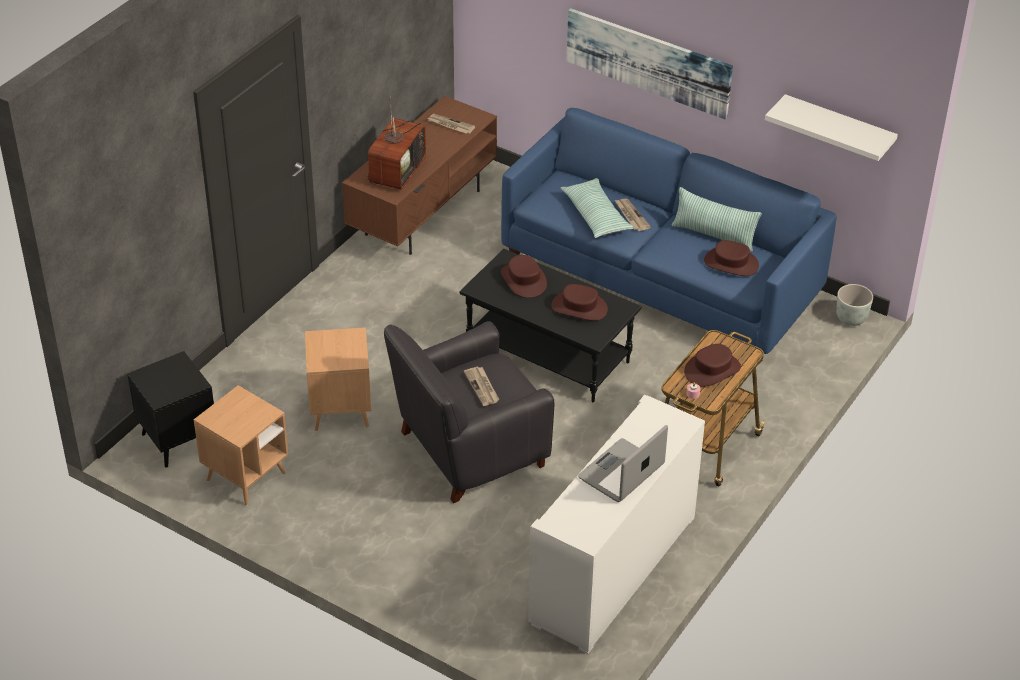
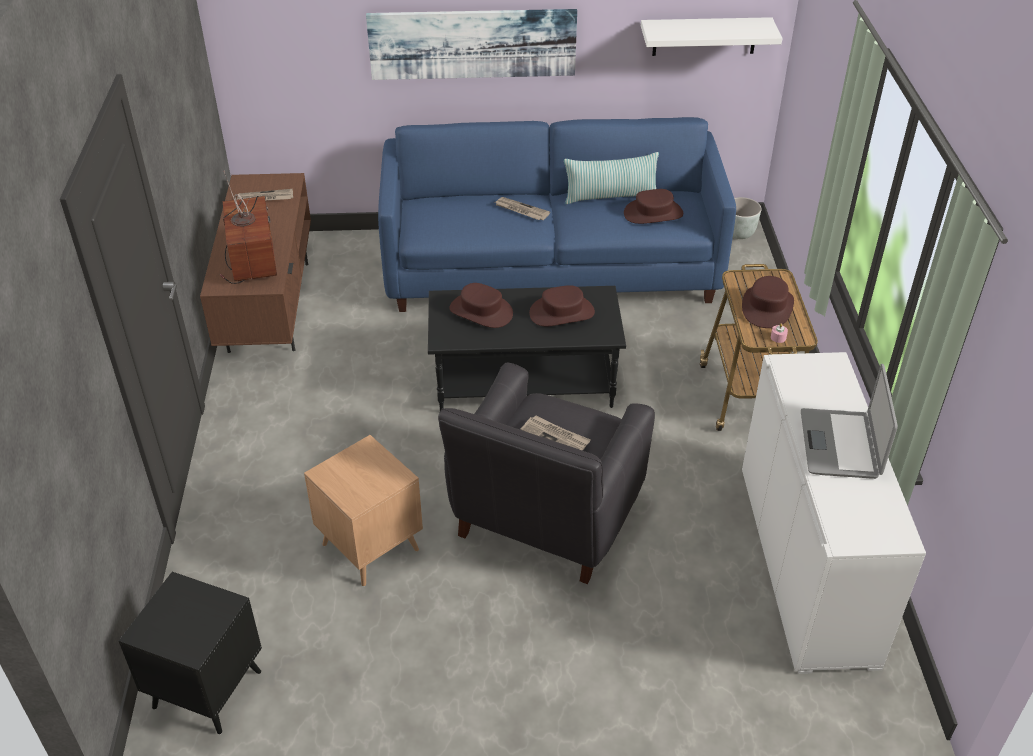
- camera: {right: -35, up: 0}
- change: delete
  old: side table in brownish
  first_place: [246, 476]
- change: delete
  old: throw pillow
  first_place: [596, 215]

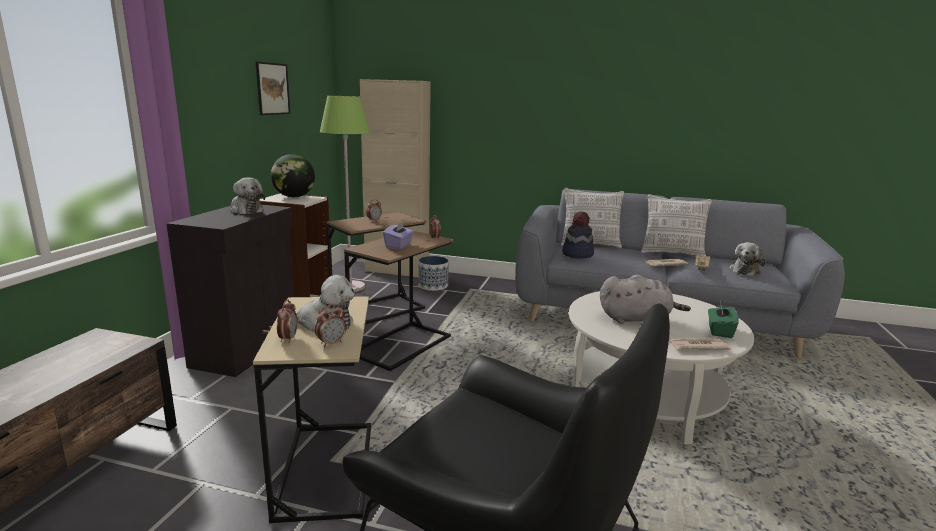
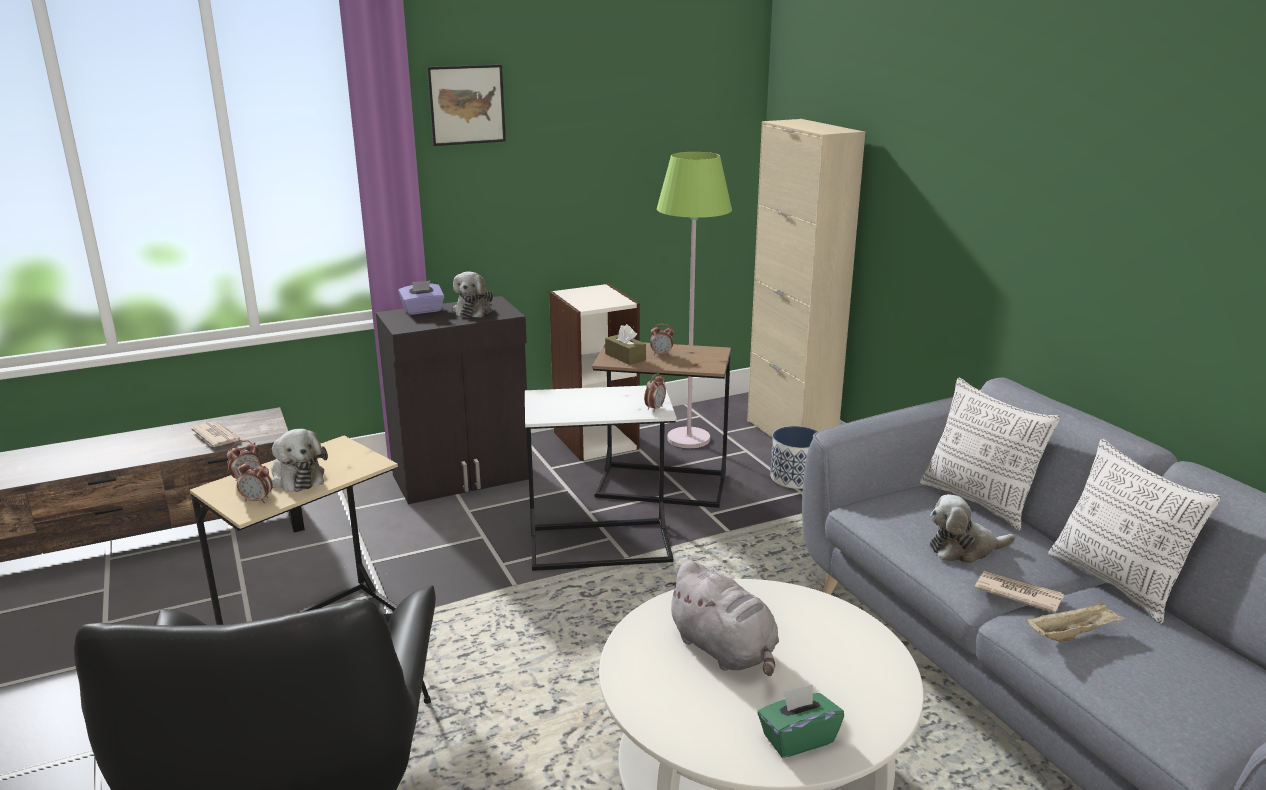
- camera: {right: 50, up: 5}
- change: move
  old: picture
  first_place: [272, 89]
  second_place: [466, 105]
- change: delete
  old: world globe
  first_place: [294, 197]
- change: recolor
  old: side table in brownish
  new: side table in white
  first_place: [401, 345]
  second_place: [600, 545]
- change: move
  old: tissue box in purple-coloured
  first_place: [399, 246]
  second_place: [423, 310]
- change: delete
  old: clothing hat
  first_place: [577, 254]
- change: move
  old: printed paper
  first_place: [696, 346]
  second_place: [217, 436]
- change: move
  old: plush toy
  first_place: [745, 270]
  second_place: [964, 549]
- change: insert
  new: tissue box in brownish
  second_place: [625, 357]

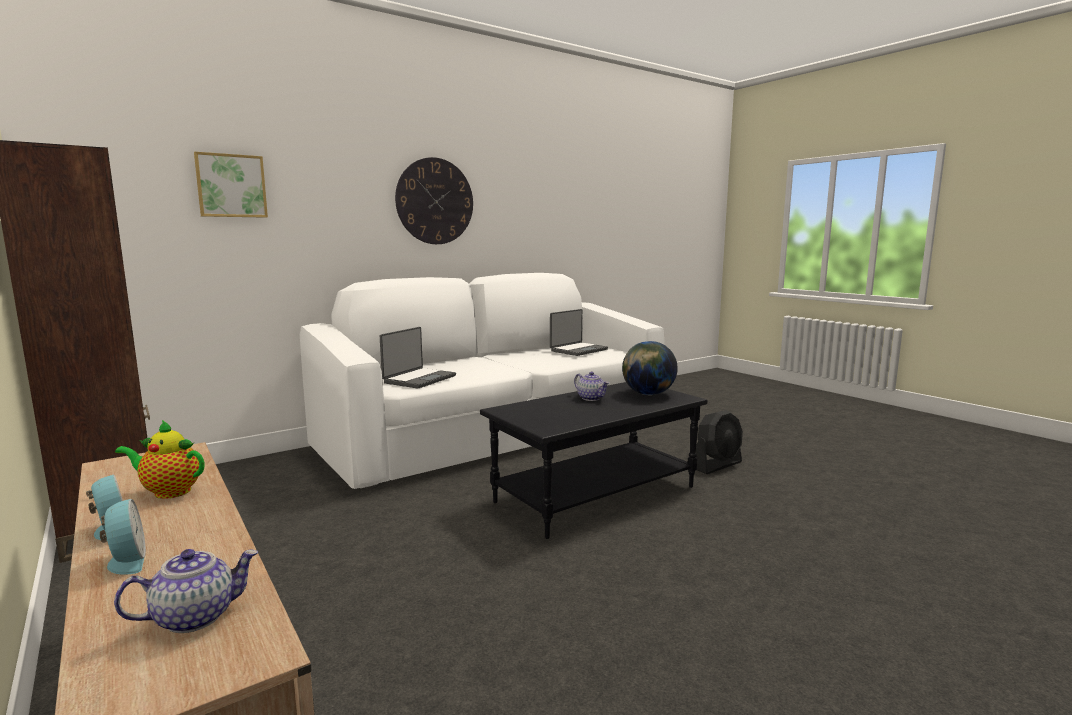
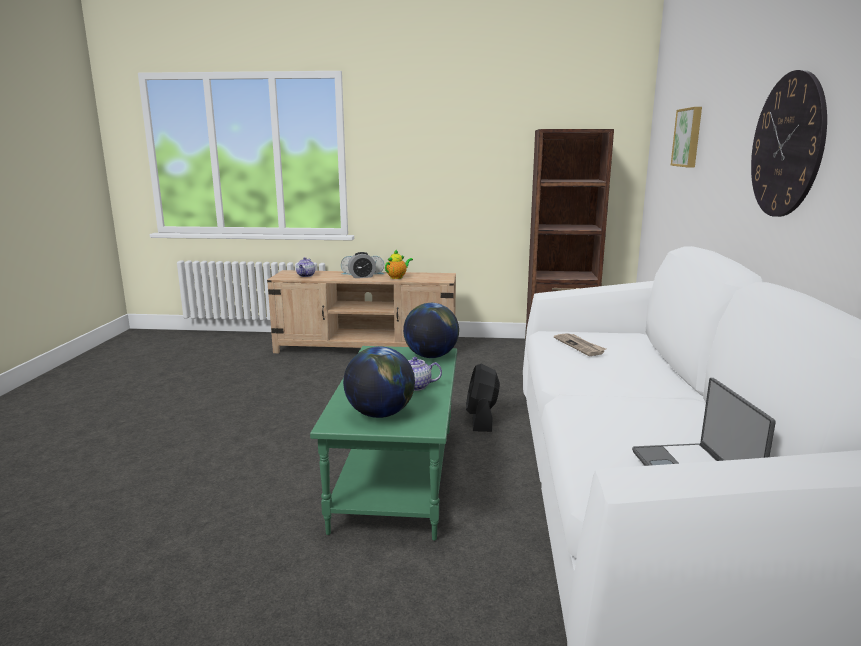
- camera: {right: 130, up: 5}
- change: replace
  old: laptop
  new: printed paper
  first_place: [418, 379]
  second_place: [580, 346]
- change: recolor
  old: coffee table in black-coloured
  new: coffee table in greenish
  first_place: [595, 493]
  second_place: [398, 476]
- change: move
  old: fan in black-coloured
  first_place: [716, 465]
  second_place: [481, 419]
- change: insert
  new: alarm clock
  second_place: [362, 276]
- change: insert
  new: world globe
  second_place: [431, 356]

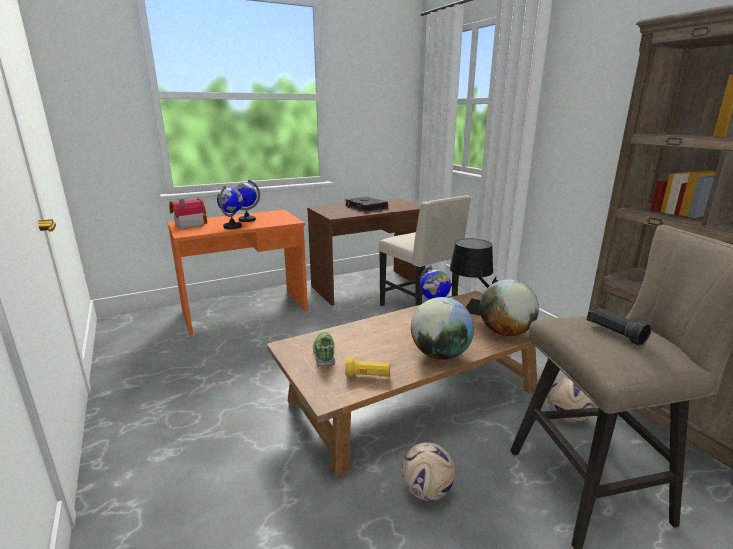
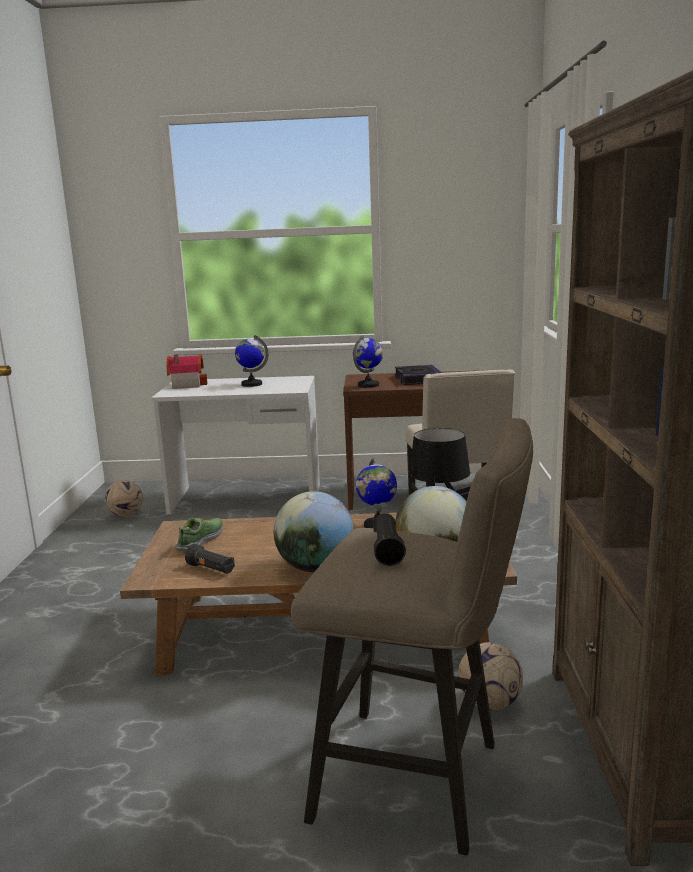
- camera: {right: 30, up: -5}
- change: recolor
  old: desk table in orangey
  new: desk table in white
  first_place: [245, 311]
  second_place: [246, 499]
- change: move
  old: world globe
  first_place: [233, 226]
  second_place: [368, 385]
- change: recolor
  old: flashlight in yellow-coloured
  new: flashlight in black-coloured
  first_place: [368, 376]
  second_place: [211, 569]
- change: move
  old: ball for football
  first_place: [426, 491]
  second_place: [125, 515]

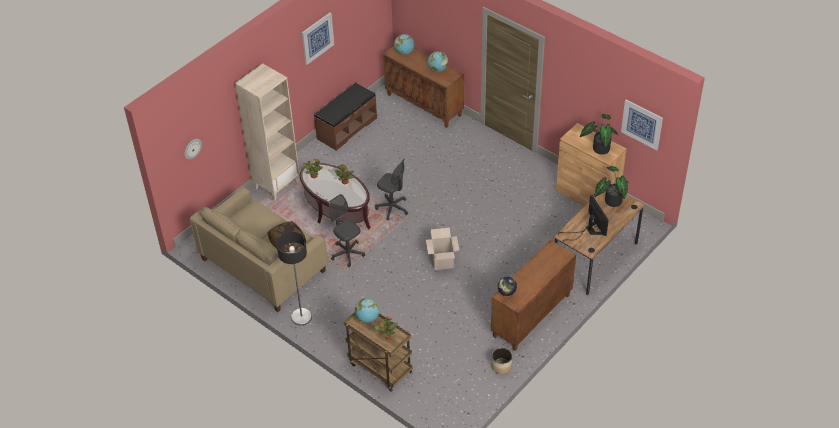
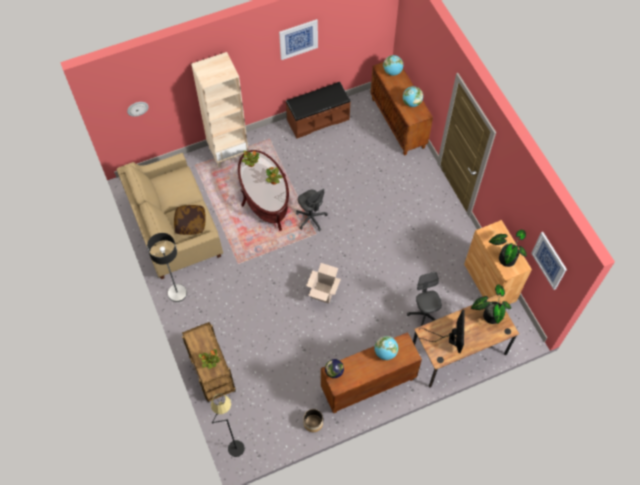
- camera: {right: 25, up: 15}
- change: move
  old: computer chair in greyish
  first_place: [347, 254]
  second_place: [424, 314]
- change: move
  old: world globe
  first_place: [367, 318]
  second_place: [385, 352]
- change: insert
  new: standard lamp in black-coloured
  second_place: [232, 441]

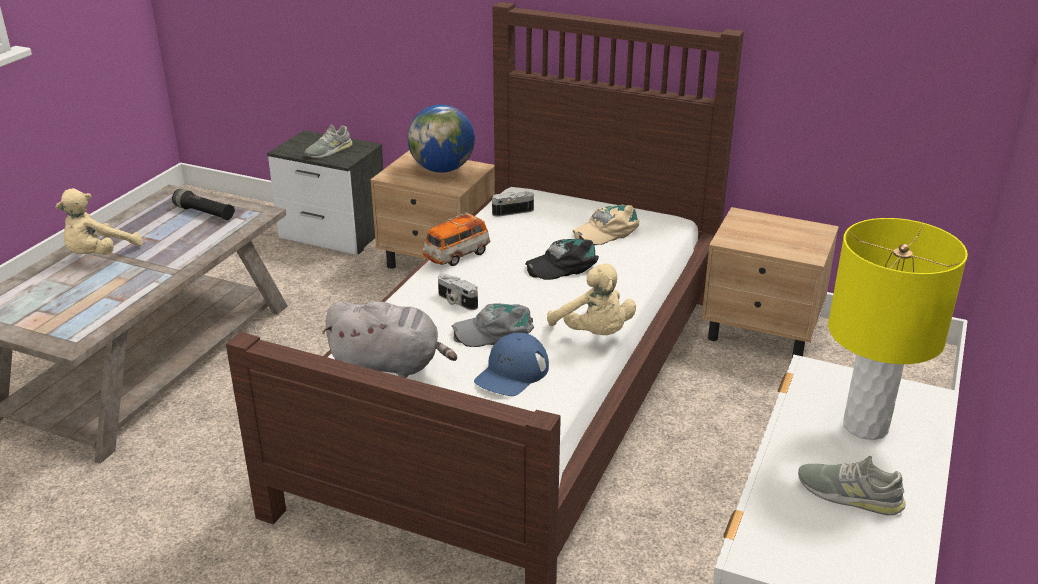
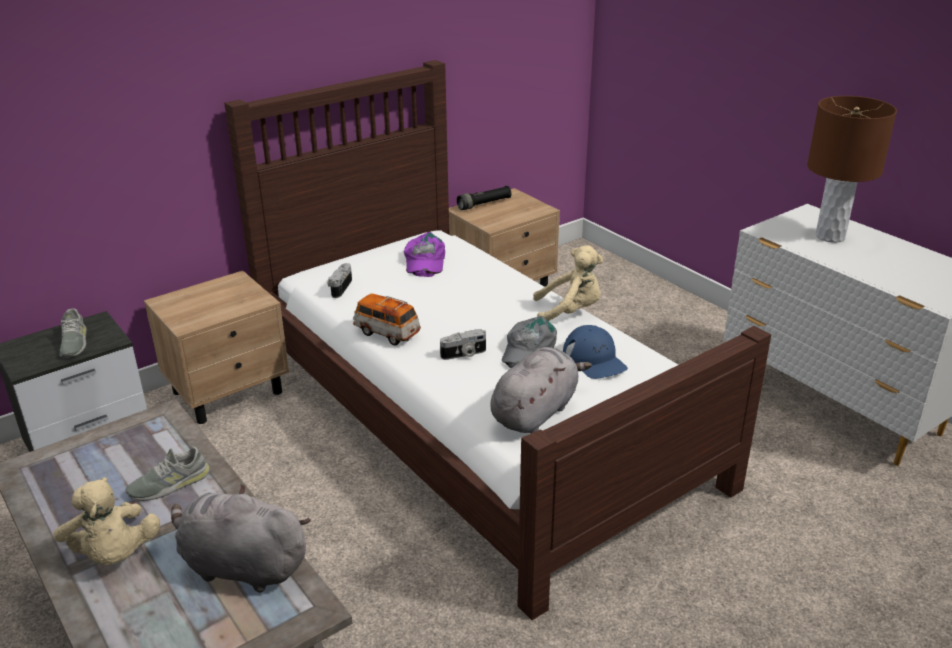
- camera: {right: -60, up: 0}
- change: move
  old: flashlight in black-coloured
  first_place: [204, 213]
  second_place: [484, 204]
- change: delete
  old: world globe
  first_place: [442, 169]
- change: rotate
  old: toy car
  first_place: [457, 255]
  second_place: [387, 333]
  degrees: 135
- change: delete
  old: baseball cap in black-coloured
  first_place: [563, 265]
- change: recolor
  old: baseball cap in sand-coloured
  new: baseball cap in purple-coloured
  first_place: [606, 231]
  second_place: [424, 261]
- change: move
  old: shoe in greyish
  first_place: [849, 494]
  second_place: [169, 484]
- change: recolor
  old: tabletop lamp in yellow-coloured
  new: tabletop lamp in brownish
  first_place: [865, 427]
  second_place: [830, 236]
- change: insert
  new: plush toy in greyish
  second_place: [241, 566]

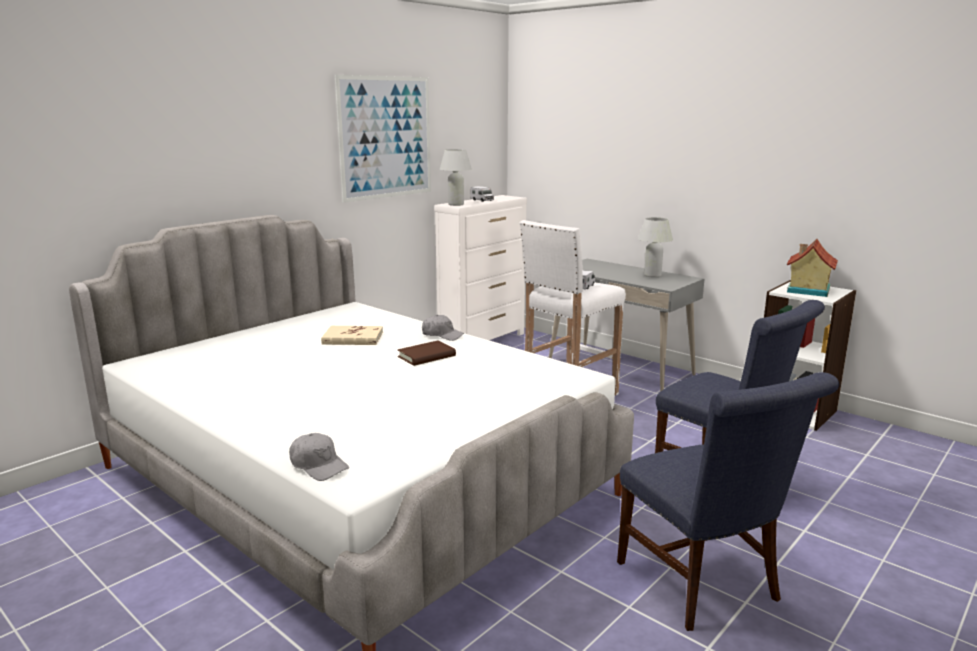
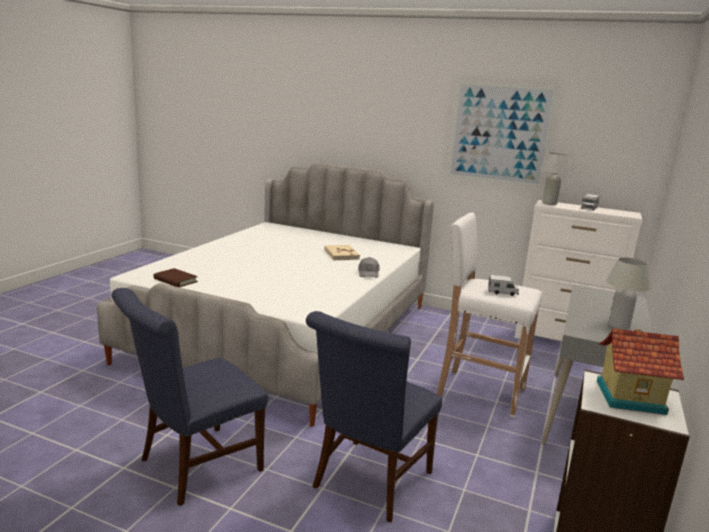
- camera: {right: 70, up: 0}
- change: delete
  old: baseball cap in greyish
  first_place: [318, 465]
- change: move
  old: book in brownish
  first_place: [426, 356]
  second_place: [175, 280]

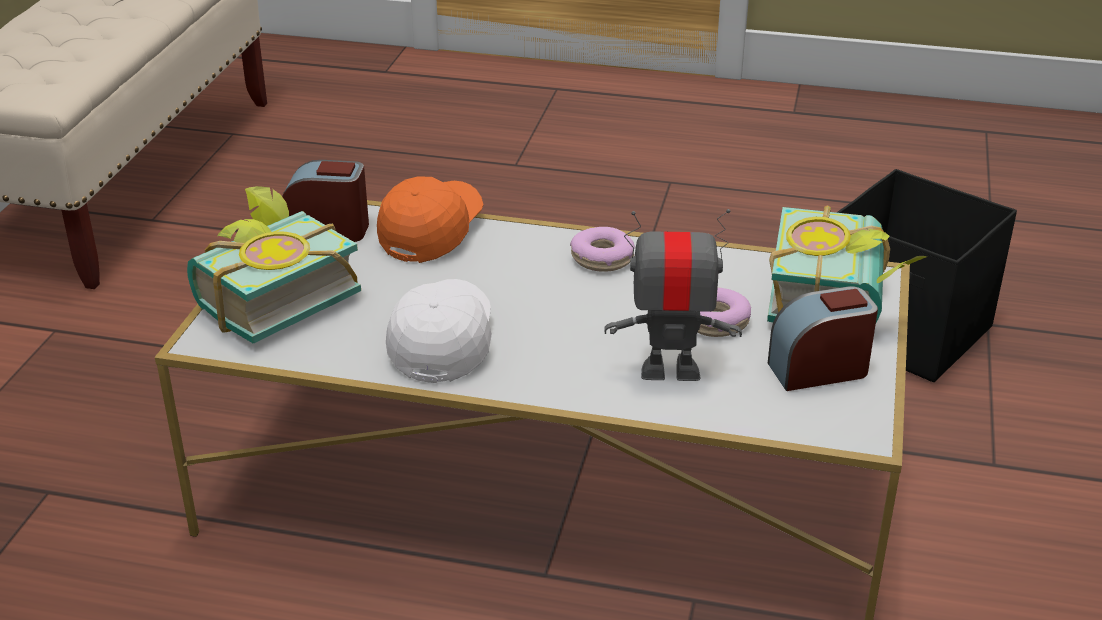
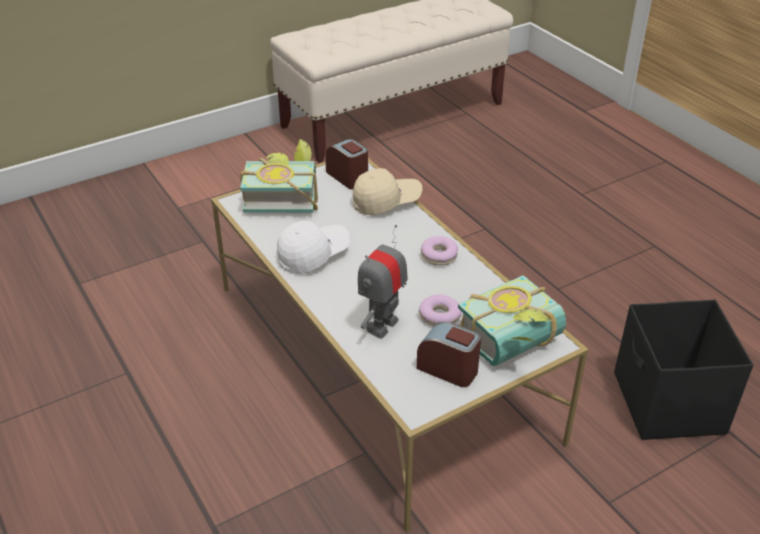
- camera: {right: 45, up: 5}
- change: recolor
  old: baseball cap in orangey
  new: baseball cap in sand-coloured
  first_place: [432, 232]
  second_place: [386, 202]
- change: rotate
  old: toy robot
  first_place: [670, 370]
  second_place: [382, 325]
  degrees: -105

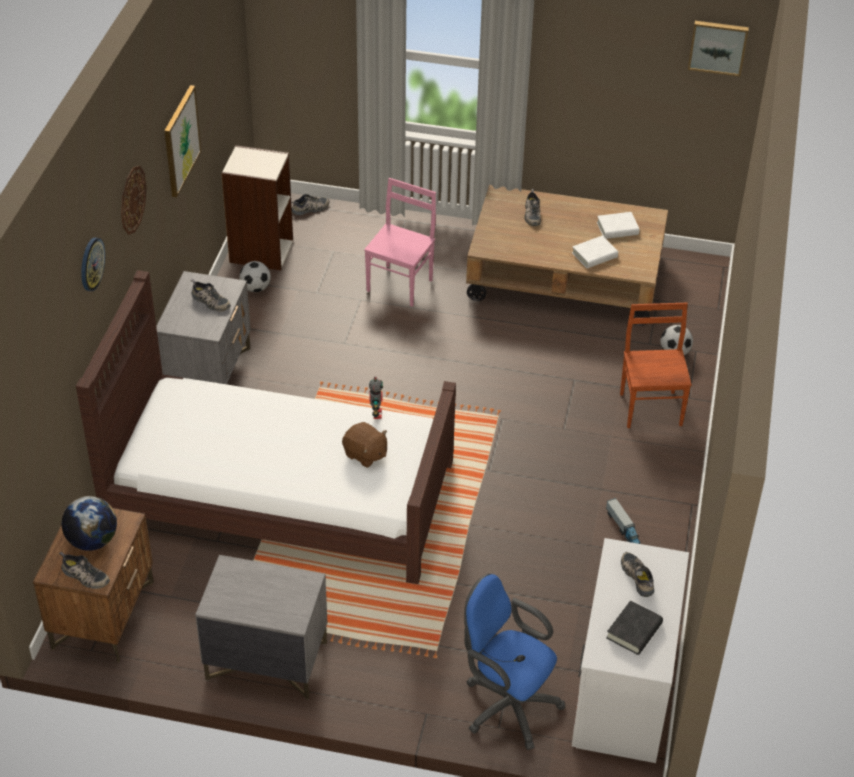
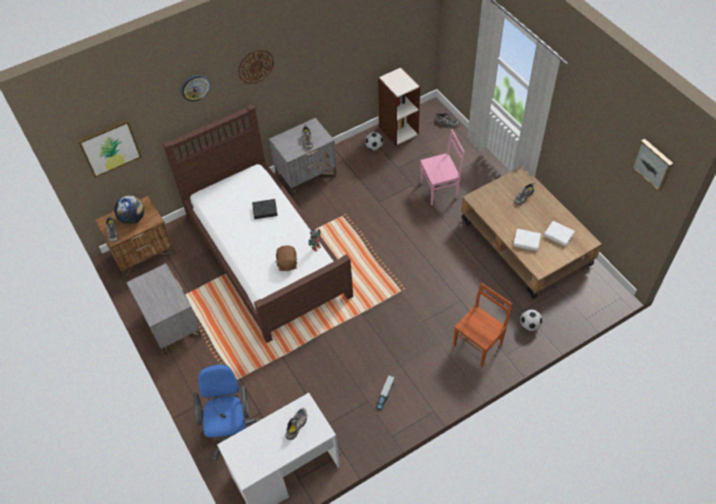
- camera: {right: 50, up: 10}
- change: move
  old: picture
  first_place: [181, 140]
  second_place: [110, 148]
- change: move
  old: book in black-coloured
  first_place: [634, 631]
  second_place: [265, 211]

